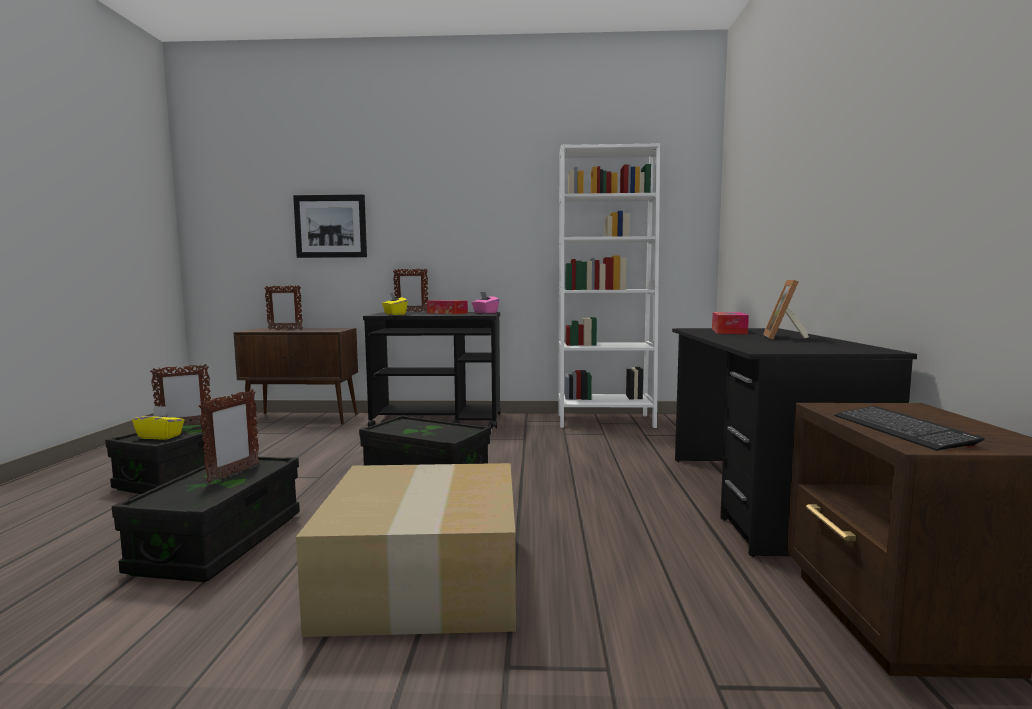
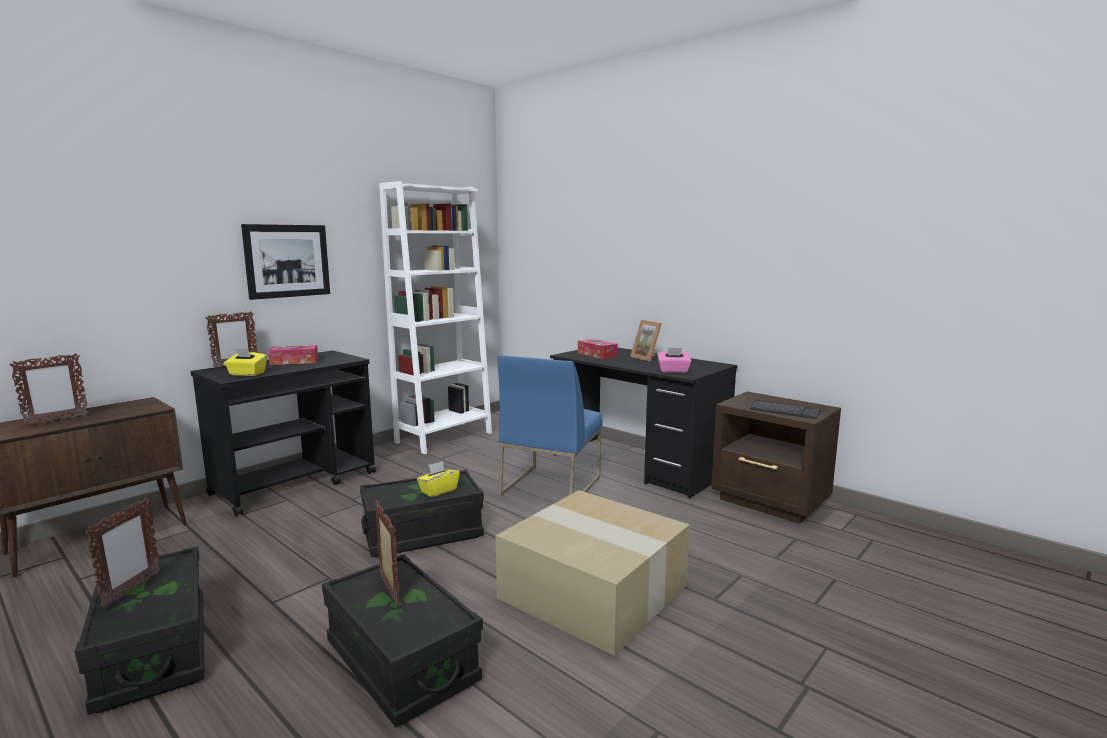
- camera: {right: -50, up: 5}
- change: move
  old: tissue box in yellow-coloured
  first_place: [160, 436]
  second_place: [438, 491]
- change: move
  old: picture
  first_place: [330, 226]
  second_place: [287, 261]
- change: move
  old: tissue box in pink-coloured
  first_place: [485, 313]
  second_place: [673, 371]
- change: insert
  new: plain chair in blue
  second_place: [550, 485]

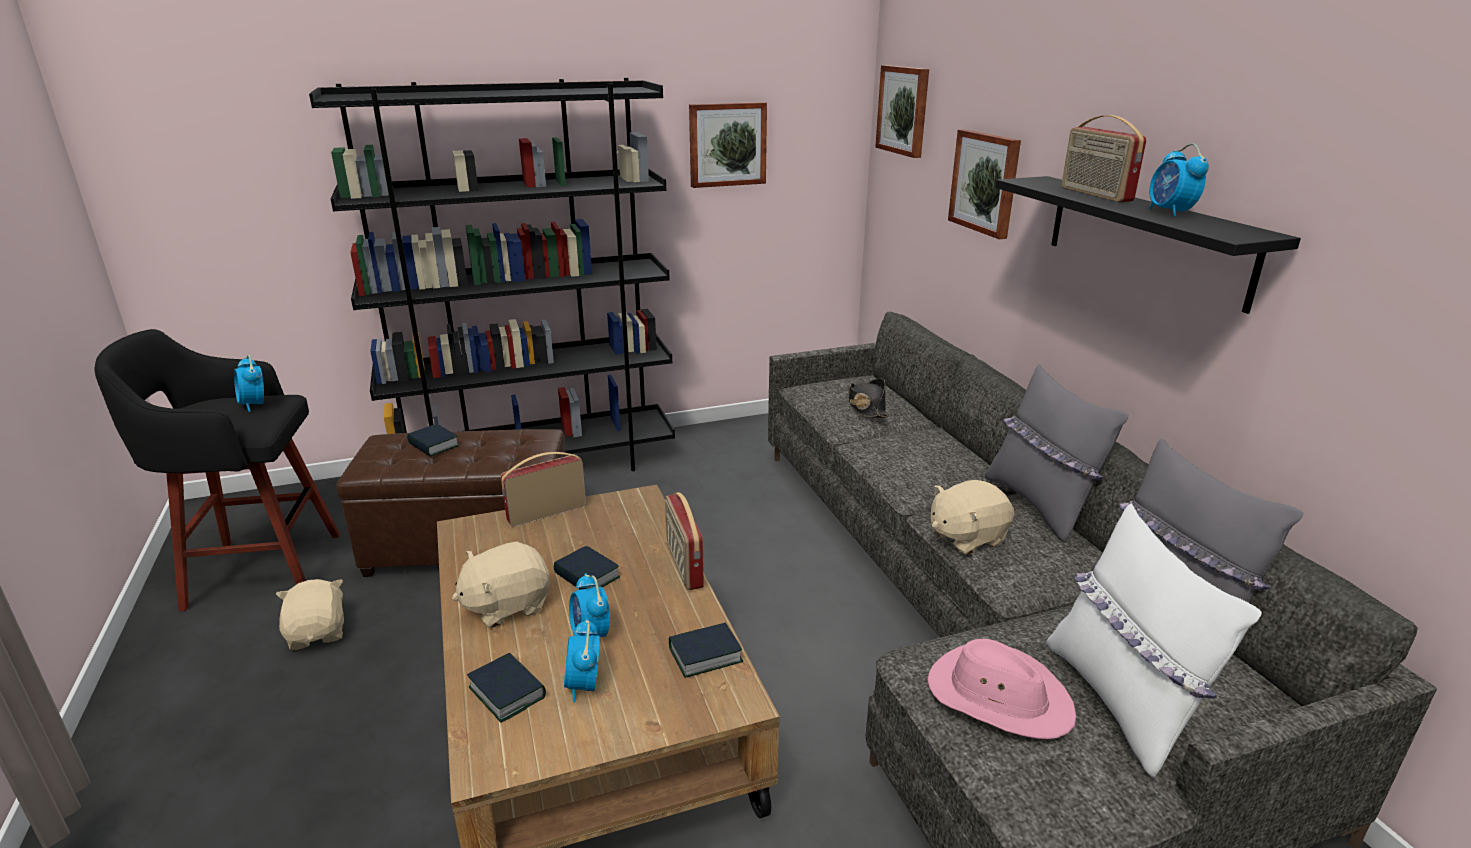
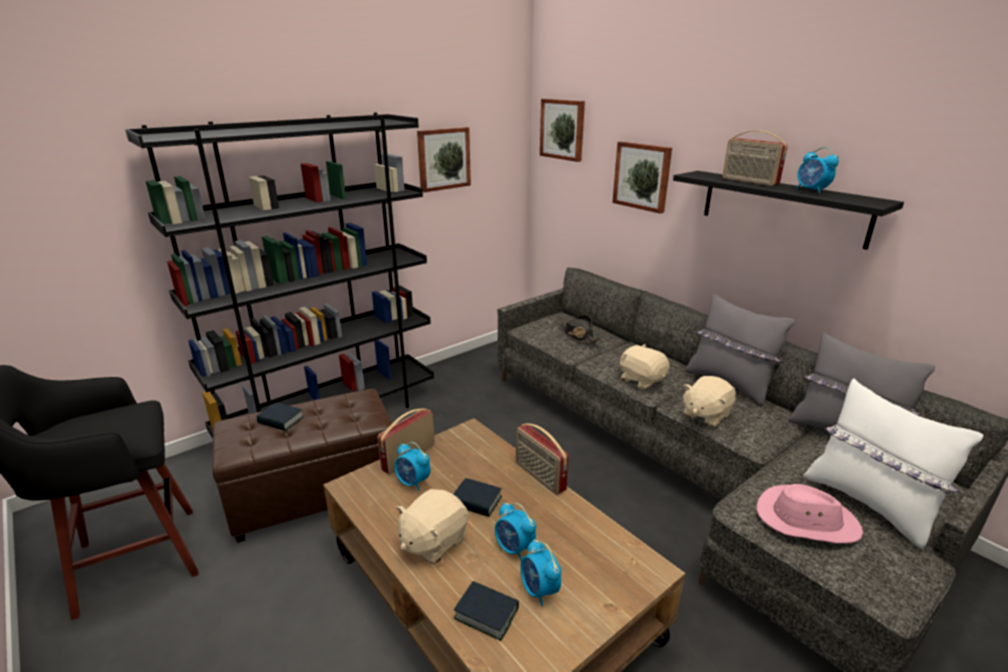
- camera: {right: -20, up: 0}
- change: move
  old: alarm clock
  first_place: [254, 405]
  second_place: [413, 482]
- change: move
  old: plush toy in sand-coloured
  first_place: [318, 633]
  second_place: [641, 380]
- change: delete
  old: book
  first_place: [705, 655]

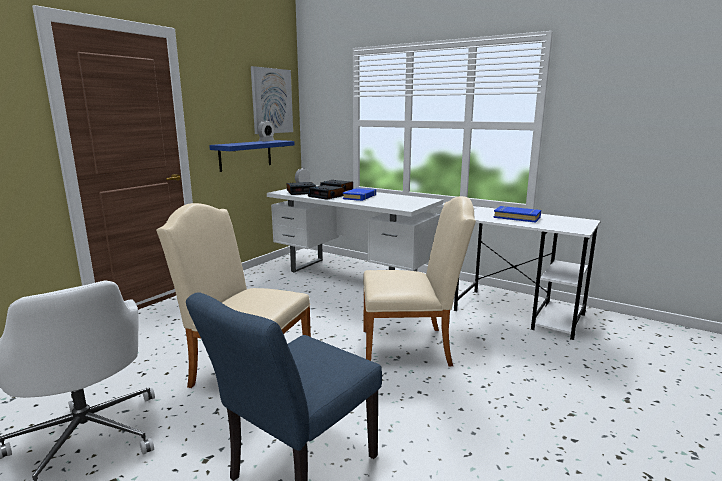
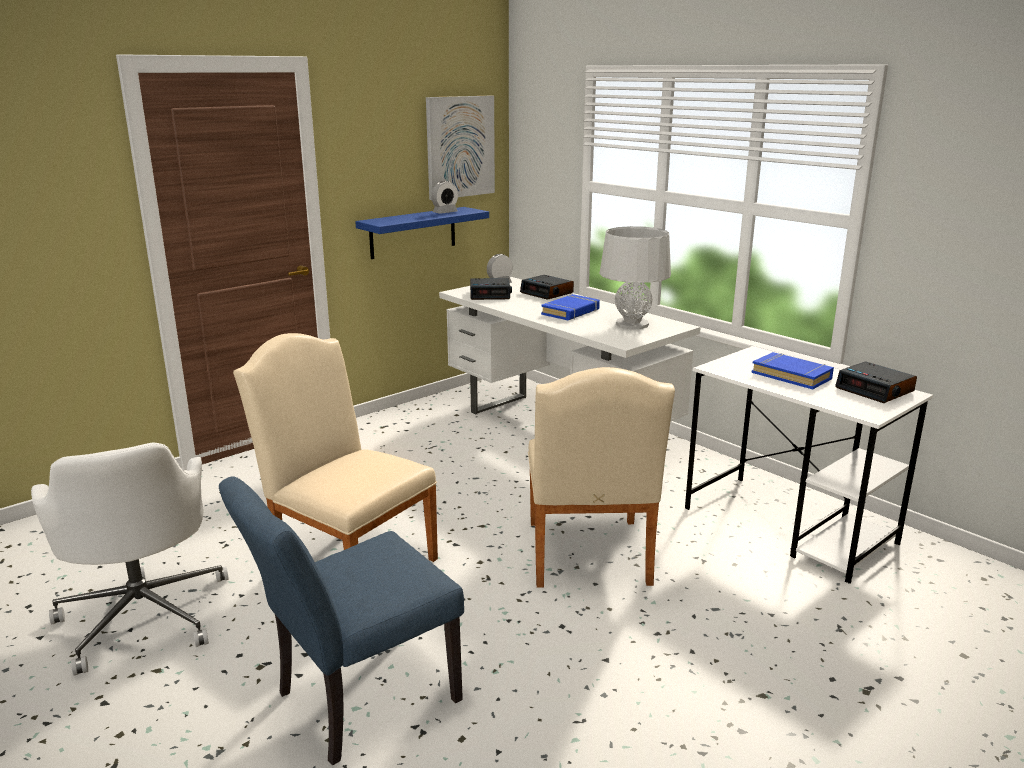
- camera: {right: 15, up: 5}
- change: move
  old: alarm clock
  first_place: [326, 196]
  second_place: [875, 390]
- change: rotate
  old: plain chair in sand-coloured
  first_place: [412, 346]
  second_place: [588, 558]
  degrees: 75
- change: insert
  new: tabletop lamp in greyish
  second_place: [632, 324]

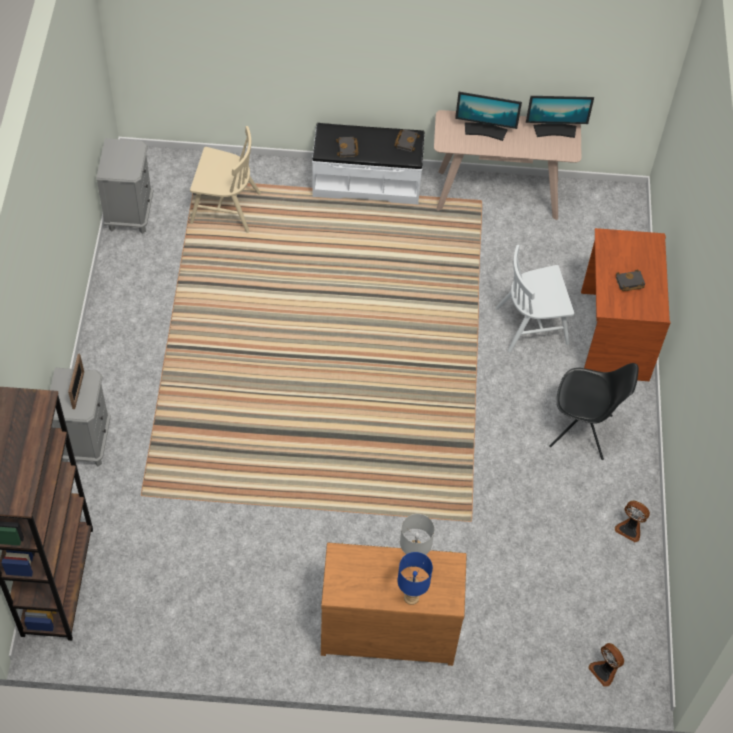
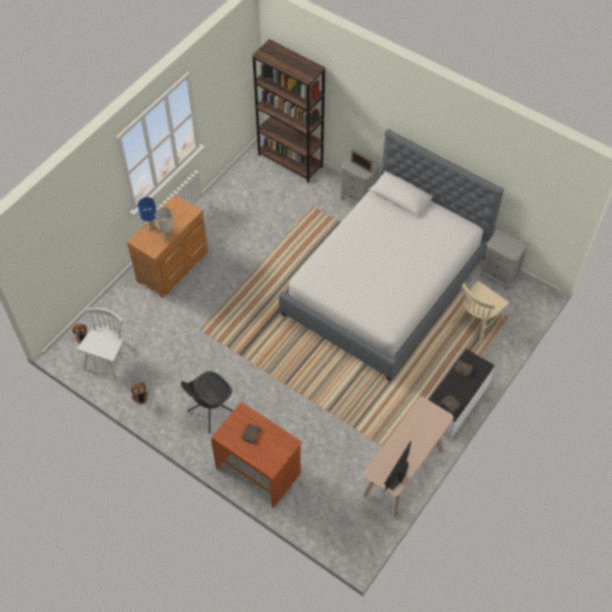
- camera: {right: 125, up: 0}
- change: delete
  old: computer screen
  first_place: [485, 130]
- change: move
  old: plain chair in white
  first_place: [532, 325]
  second_place: [109, 359]
- change: insert
  new: sleeping bed
  second_place: [385, 285]

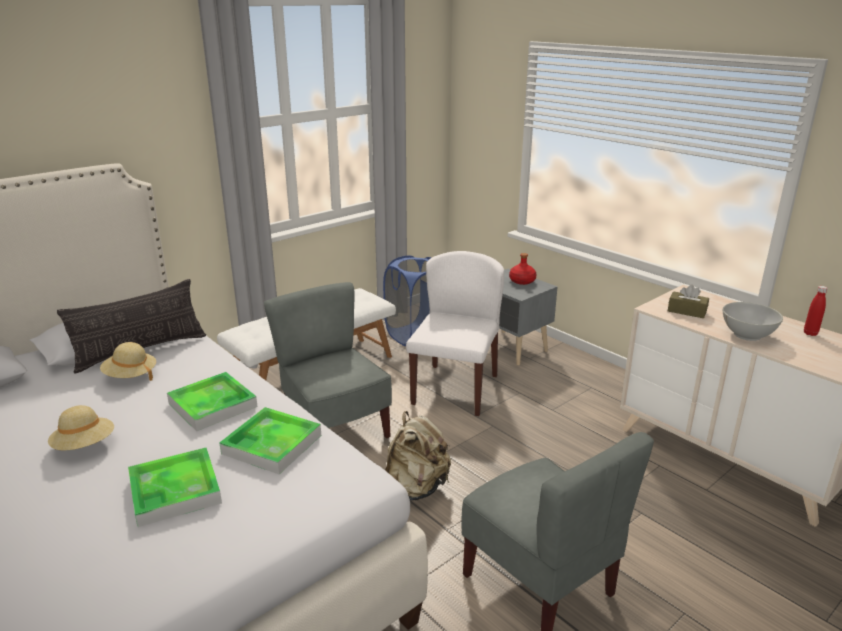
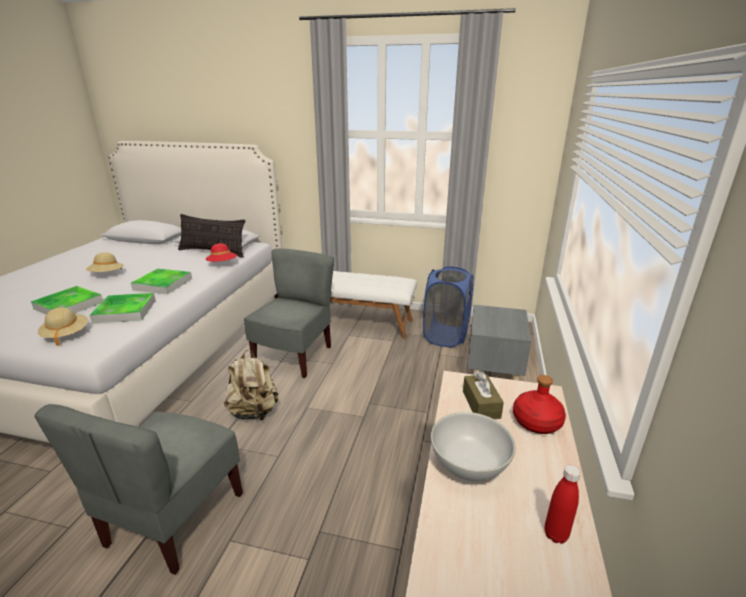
- camera: {right: 55, up: 0}
- change: move
  old: clothing hat in sand-coloured
  first_place: [130, 376]
  second_place: [66, 335]
- change: delete
  old: plain chair in white
  first_place: [455, 389]
- change: move
  old: beverage bottle in red
  first_place: [522, 281]
  second_place: [536, 422]
- change: insert
  new: clothing hat in red
  second_place: [222, 264]

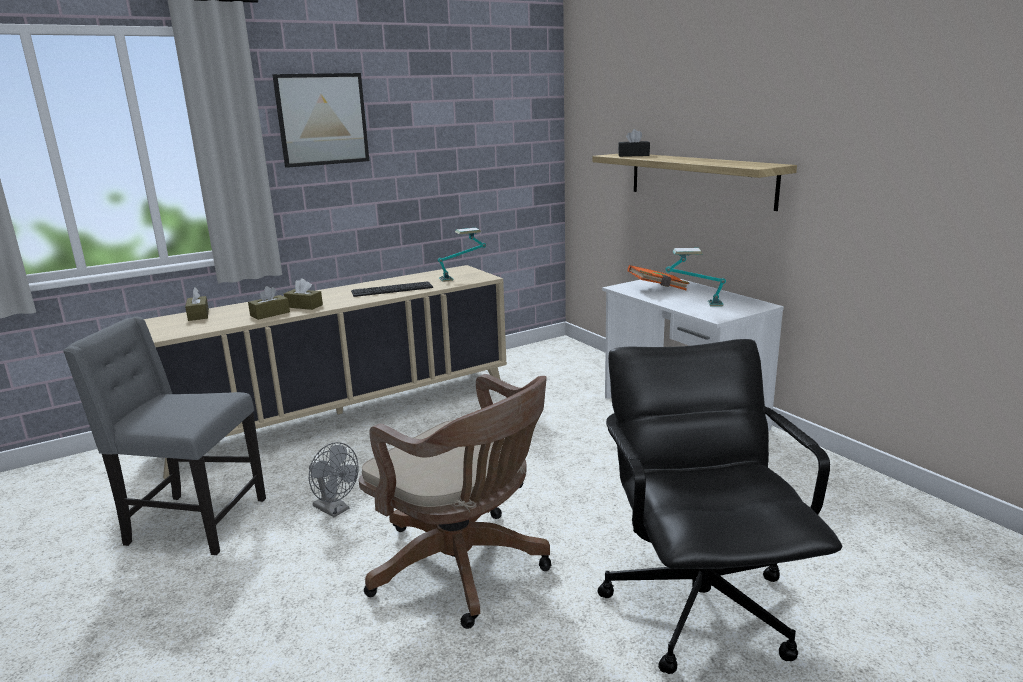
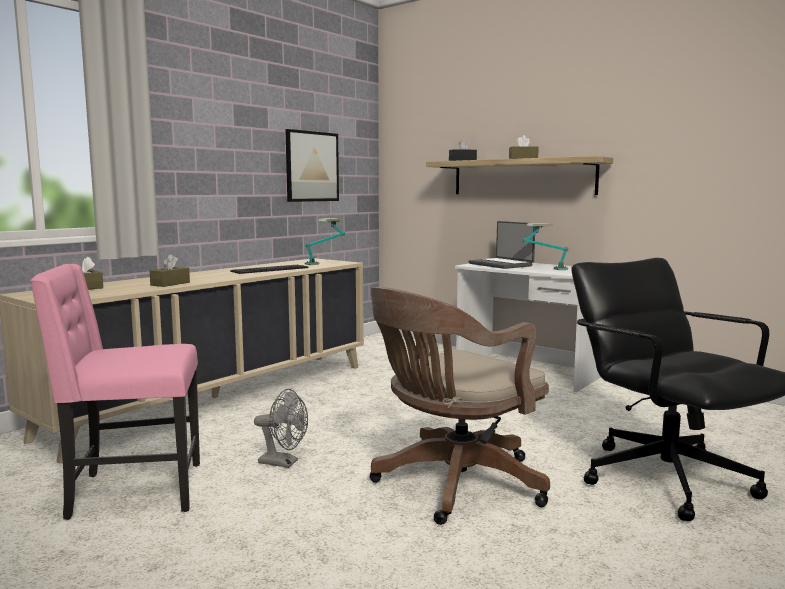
- camera: {right: -20, up: -10}
- change: recolor
  old: plain chair in greyish
  new: plain chair in pink-coloured
  first_place: [193, 523]
  second_place: [133, 491]
- change: move
  old: picture
  first_place: [322, 119]
  second_place: [312, 166]
- change: move
  old: tissue box in brownish
  first_place: [304, 306]
  second_place: [523, 159]
- change: rotate
  old: computer chair in brownish
  first_place: [464, 569]
  second_place: [453, 485]
  degrees: 120
- change: replace
  old: book in orangey
  new: laptop
  first_place: [657, 289]
  second_place: [501, 265]

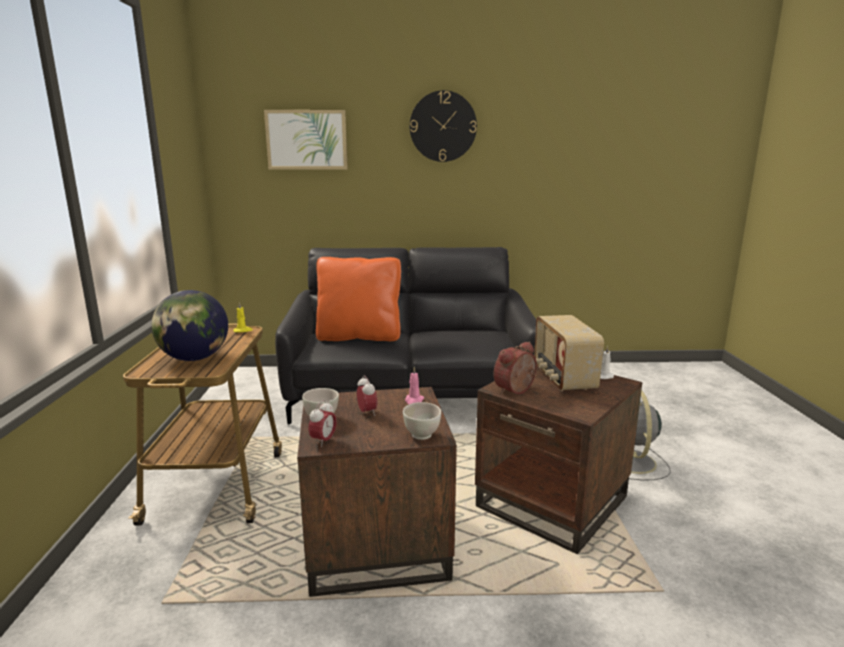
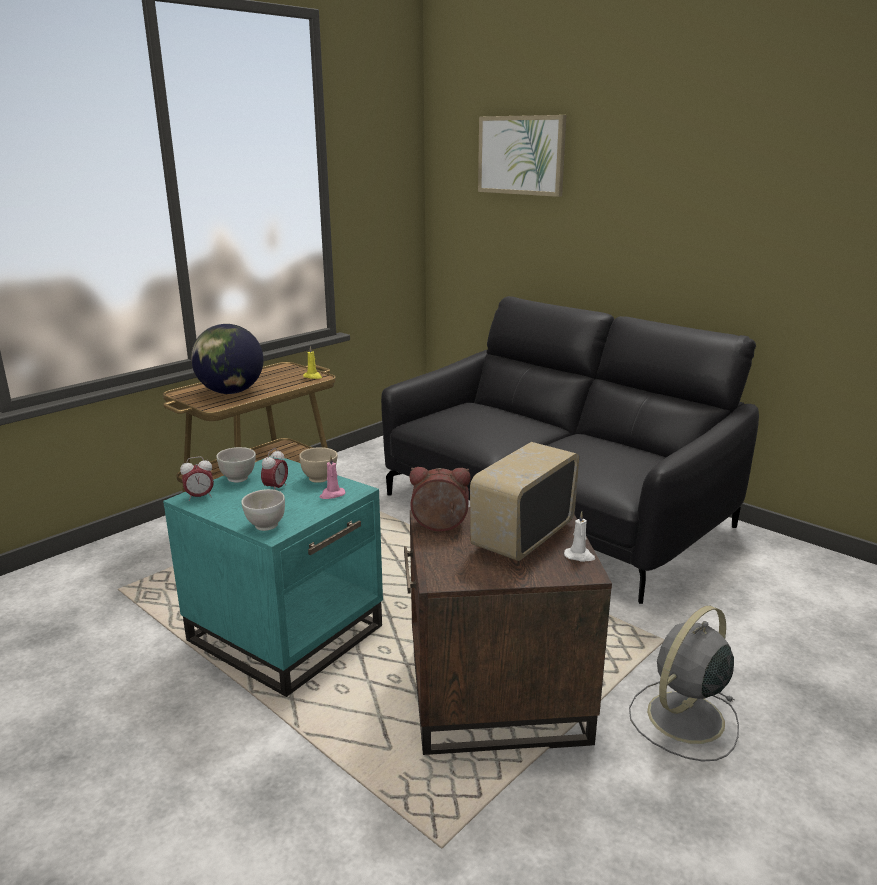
- camera: {right: 45, up: 5}
- change: recolor
  old: side table in brownish
  new: side table in blue-green
  first_place: [377, 544]
  second_place: [287, 633]
- change: delete
  old: throw pillow in orangey
  first_place: [359, 337]
- change: delete
  old: wall clock
  first_place: [443, 126]
- change: insert
  new: bowl in sand-coloured
  second_place: [320, 479]

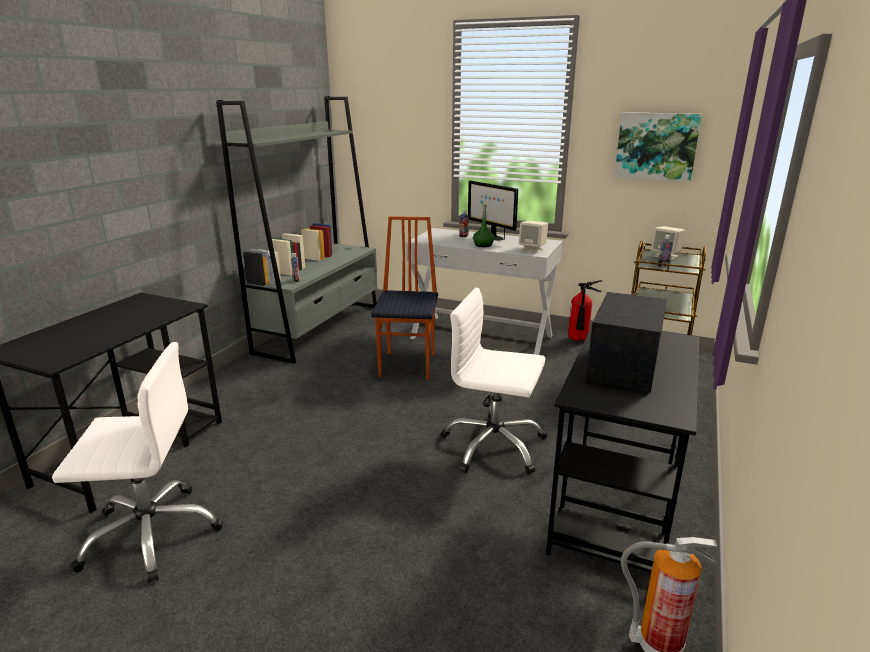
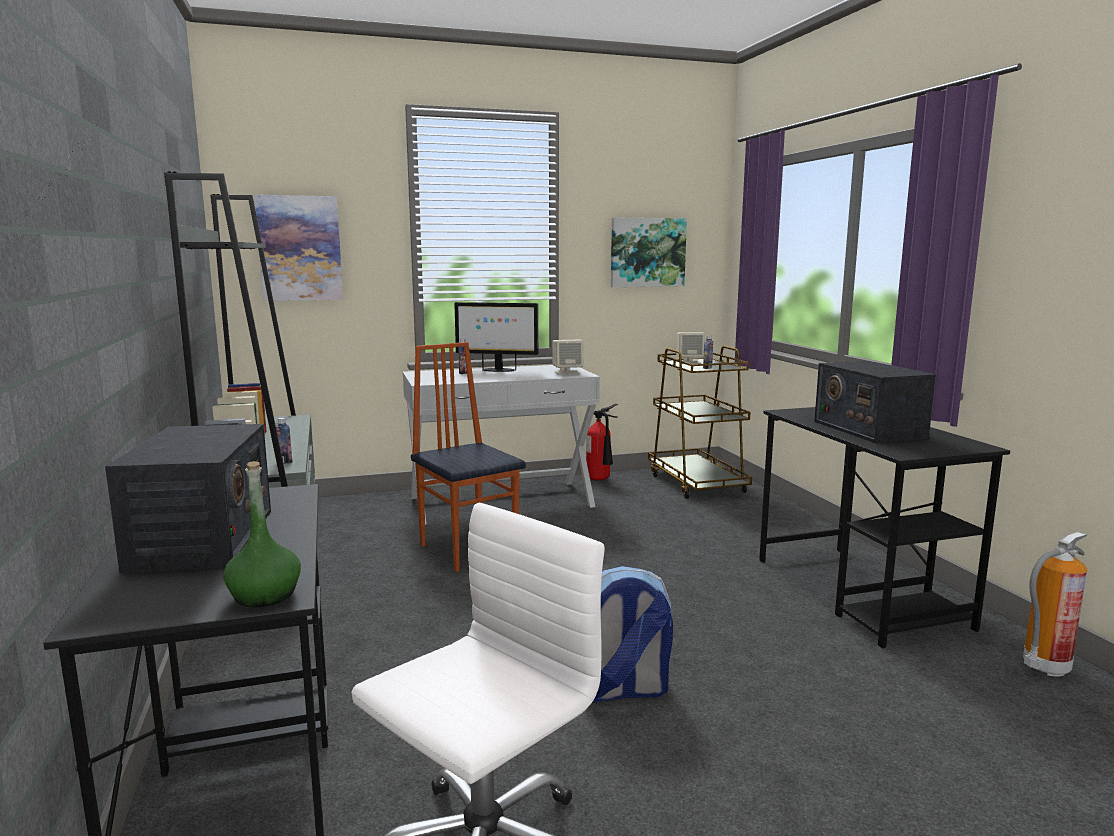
- camera: {right: -40, up: -10}
- change: delete
  old: computer chair in white
  first_place: [493, 446]
- change: move
  old: beverage bottle in greenish
  first_place: [483, 245]
  second_place: [265, 595]
- change: insert
  new: radio
  second_place: [203, 539]
- change: insert
  new: picture
  second_place: [300, 248]
- change: insert
  new: backpack
  second_place: [621, 690]

